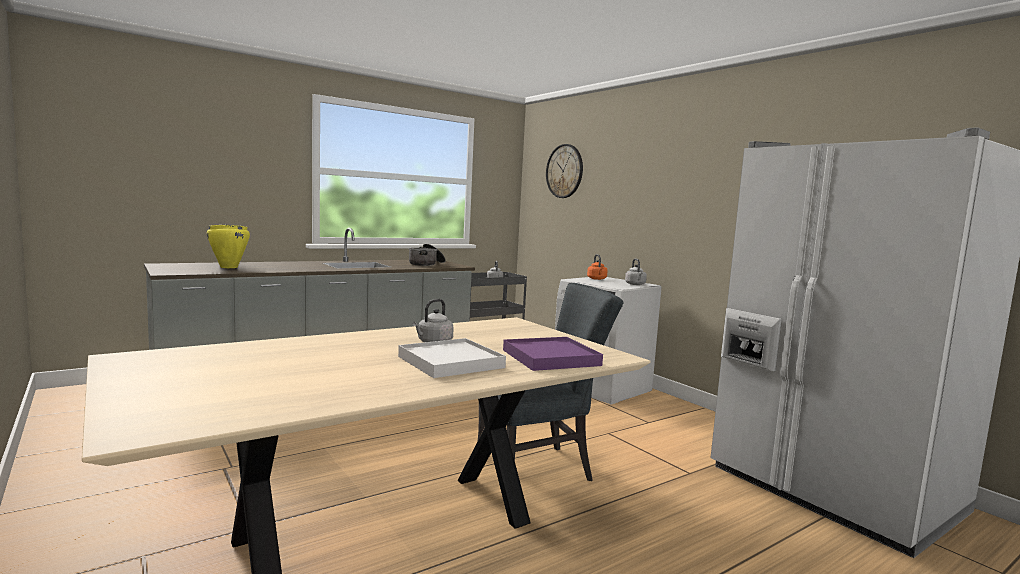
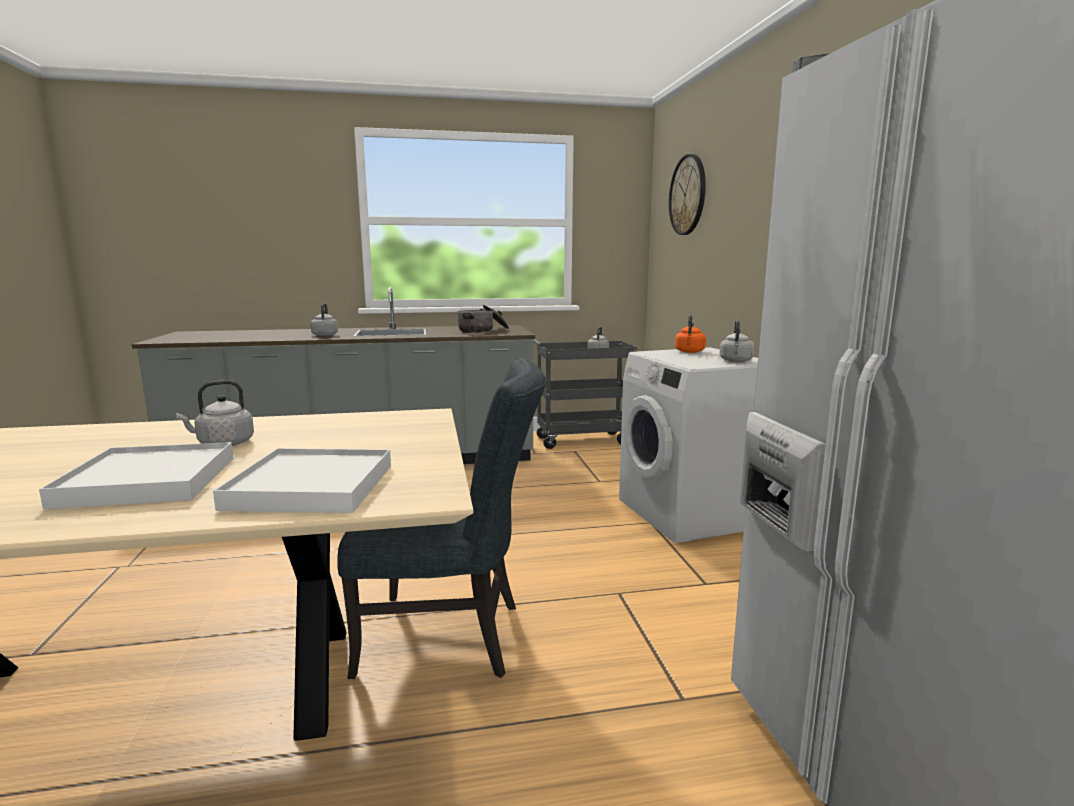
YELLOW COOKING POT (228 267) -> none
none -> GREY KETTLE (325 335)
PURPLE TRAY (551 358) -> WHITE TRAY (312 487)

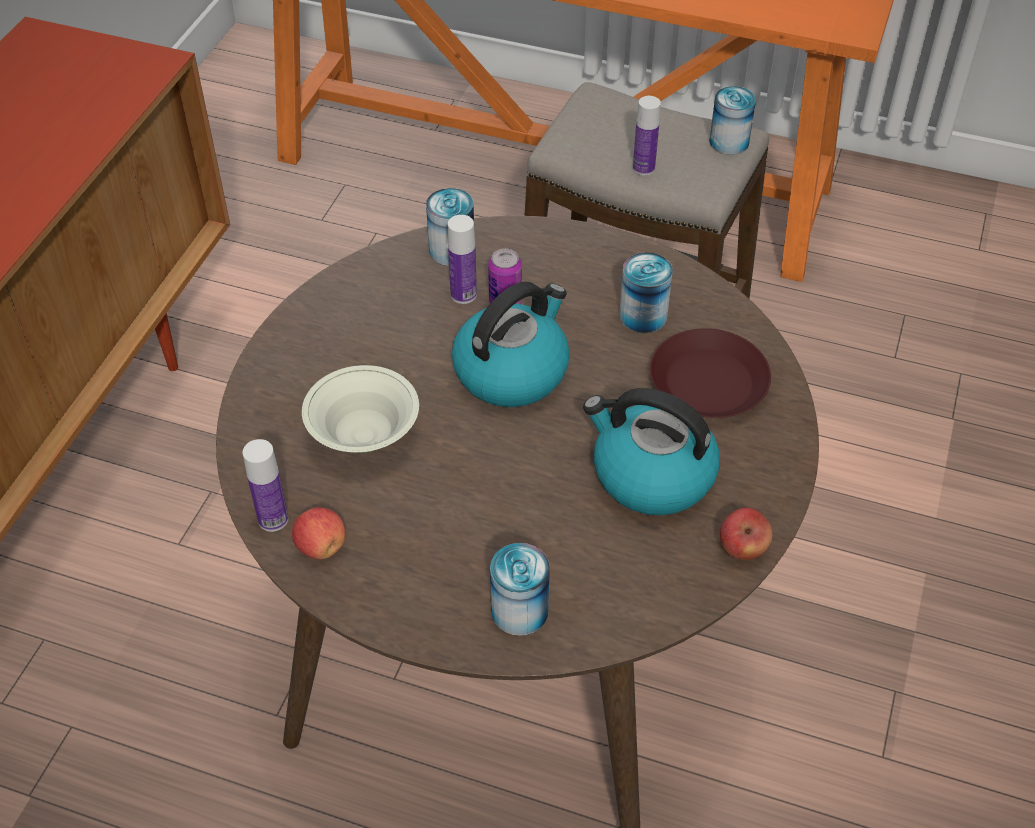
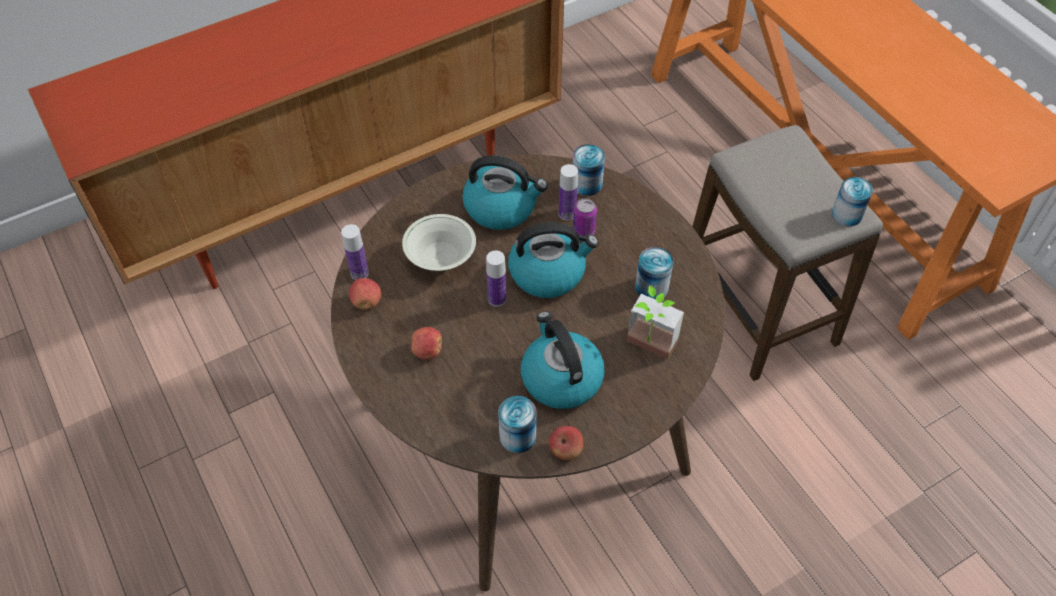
none -> APPLE (428 351)
none -> KETTLE (502 207)
CAN (519 610) -> CAN (517 436), relocated
BOTTLE (643 168) -> BOTTLE (497 299), relocated
BROWN PLATE (709 382) -> POTTED PLANT (647 349)

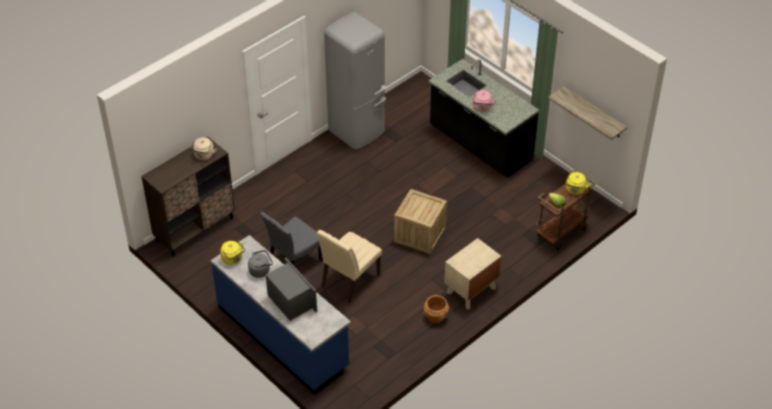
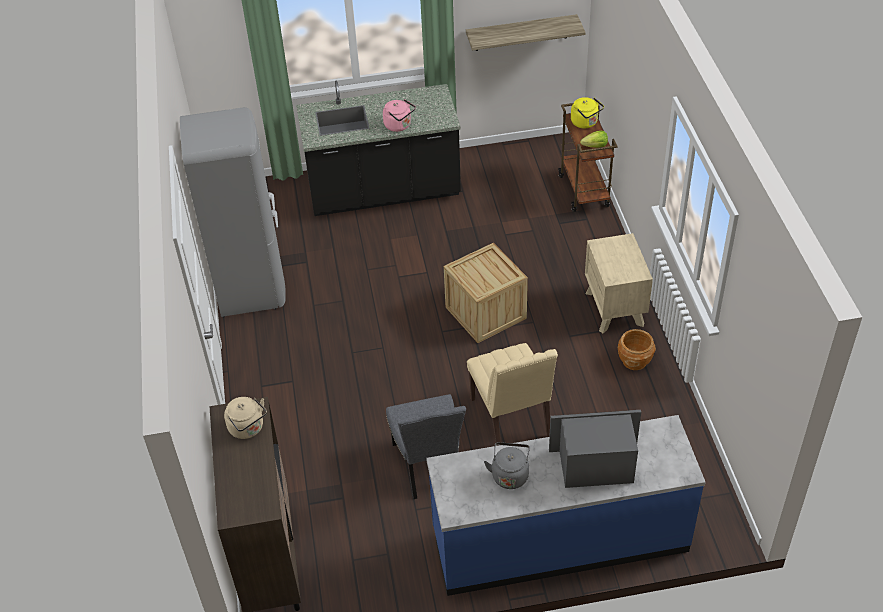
YELLOW KETTLE (233 259) -> none

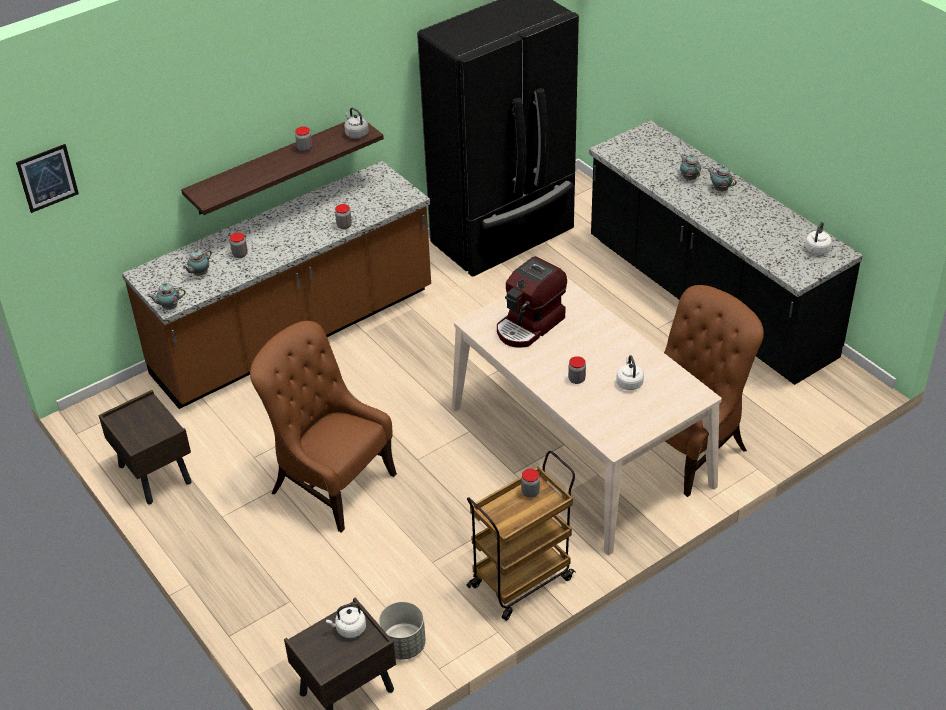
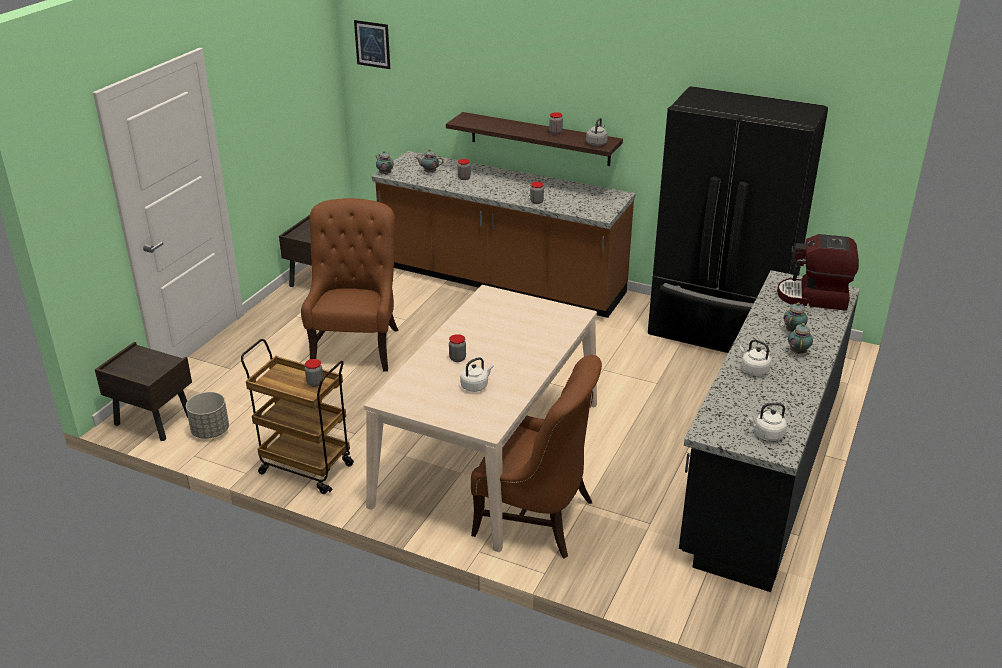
WHITE KETTLE (349 629) -> WHITE KETTLE (753 370), relocated
COFFEE MACHINE (530 325) -> COFFEE MACHINE (814 297), relocated

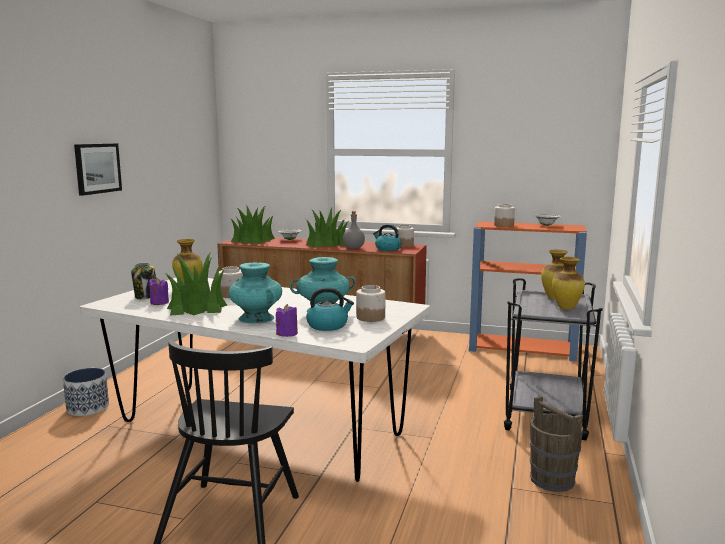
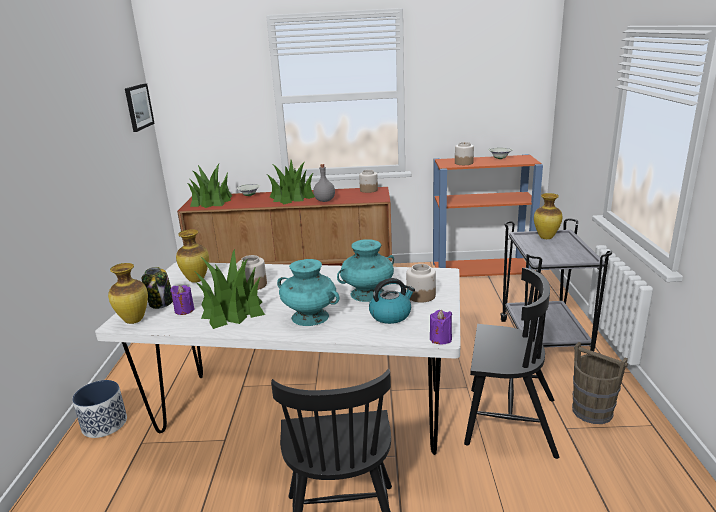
KETTLE (387 249) -> none
none -> BLACK CHAIR (504 420)
PICTURE (97 168) -> PICTURE (138 107), relocated
PURPLE CANDLE (287 333) -> PURPLE CANDLE (440 339), relocated
VASE (567 308) -> VASE (135 320), relocated

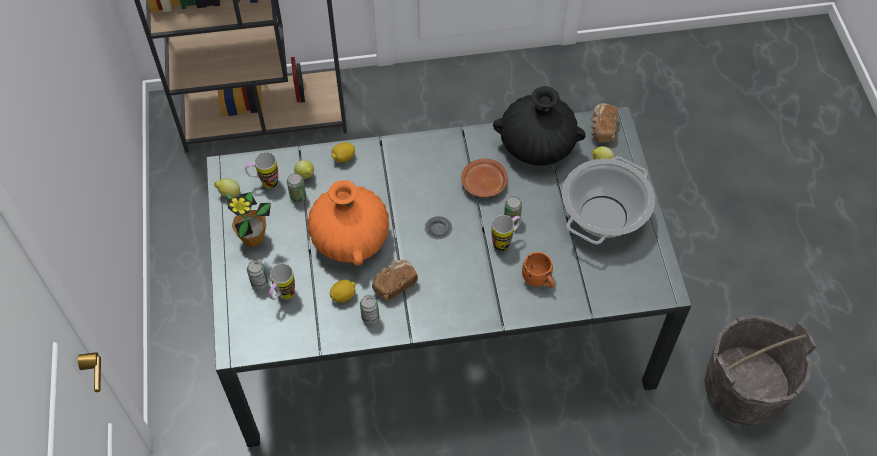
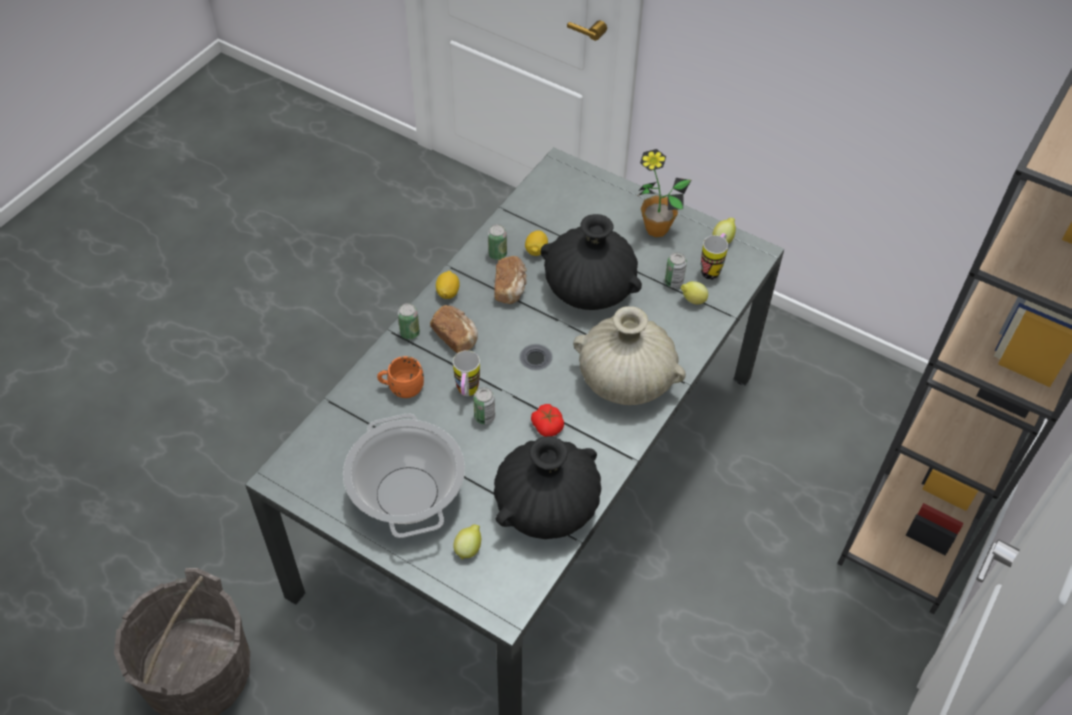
MUG (283 297) -> none
none -> BEIGE VASE (625 380)
CAN (259 282) -> CAN (409 333), relocated
LEMON (343 158) -> LEMON (448 292), relocated
BREAD (602 129) -> BREAD (456 336), relocated
BROWN PLATE (483 183) -> TOMATO (547 425)
ORANGE VASE (350 238) -> BLACK VASE (589 289)

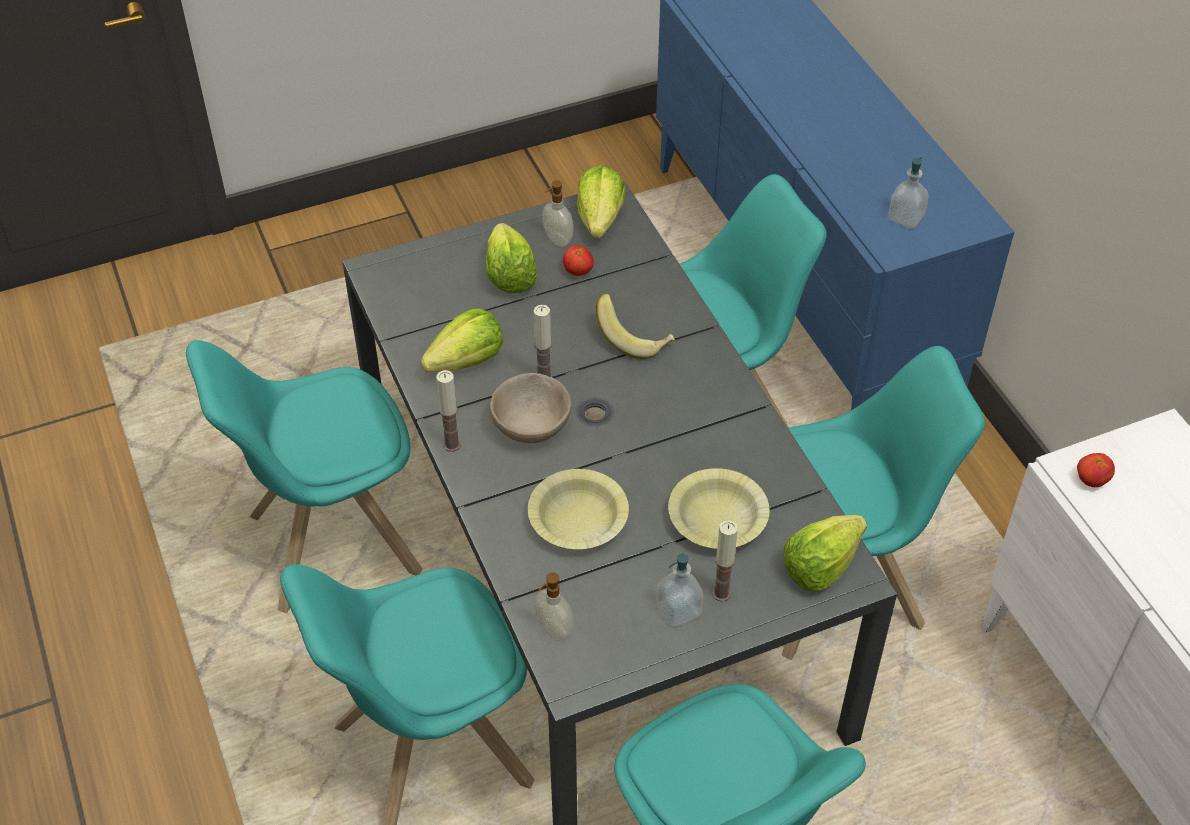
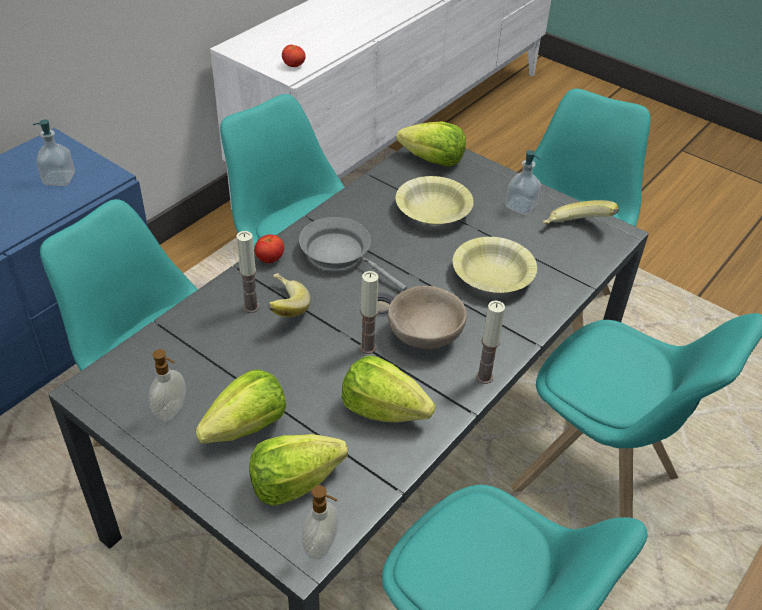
none -> GREY FRYING PAN (341 254)
none -> BANANA (576 229)
SOAP DISPENSER (553 630) -> SOAP DISPENSER (322 546), relocated
TOMATO (578 271) -> TOMATO (270 259), relocated
LETTUCE (600 219) -> LETTUCE (294 482), relocated
CANDLE (721 593) -> CANDLE (251 307), relocated

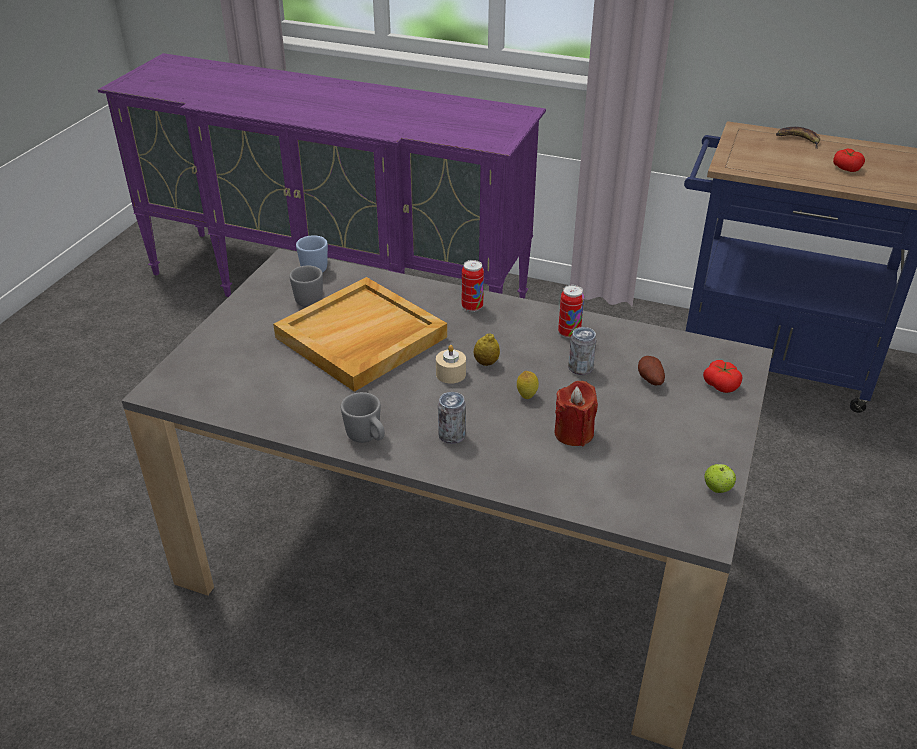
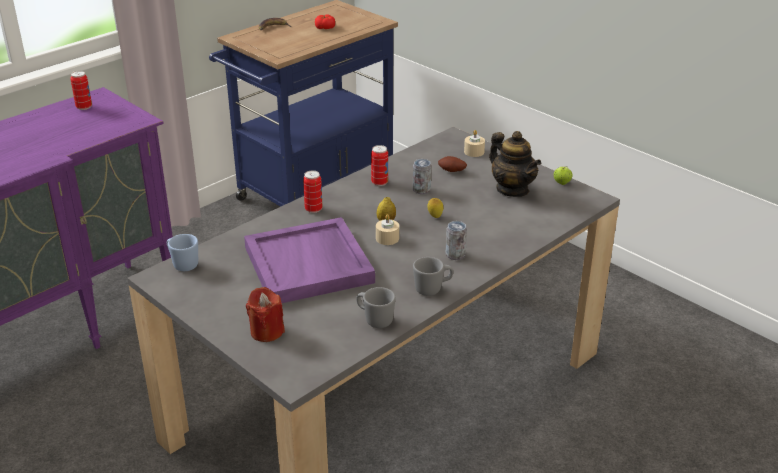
none -> CAN (84 107)
none -> TEAPOT (512 189)
GREY MUG (310 298) -> GREY MUG (374 320), relocated
RED CANDLE (573 433) -> RED CANDLE (267 331), relocated
TOMATO (721 384) -> BEIGE CANDLE (474 152)
BEIGE TRAY (361 338) -> PURPLE TRAY (309 265)

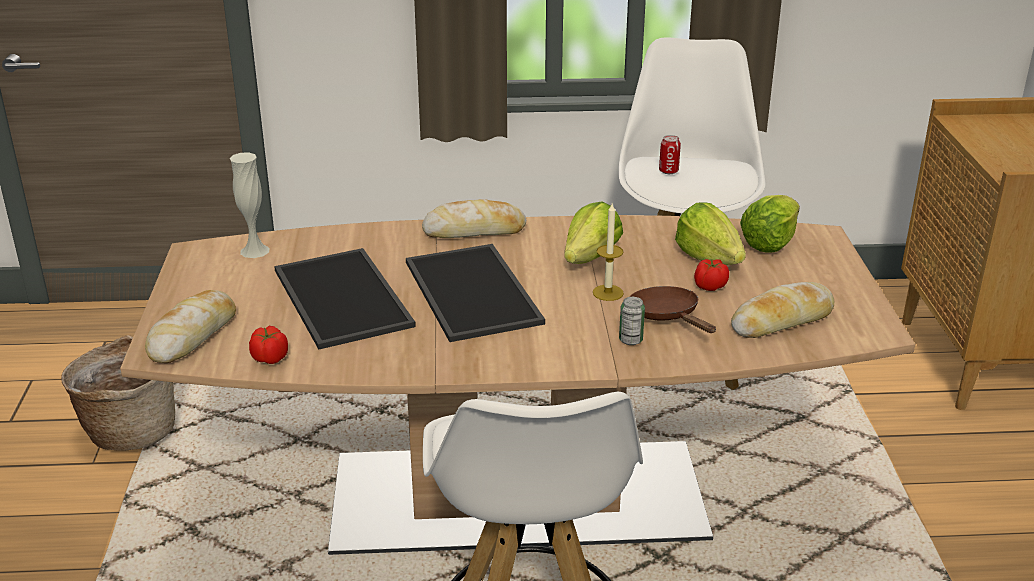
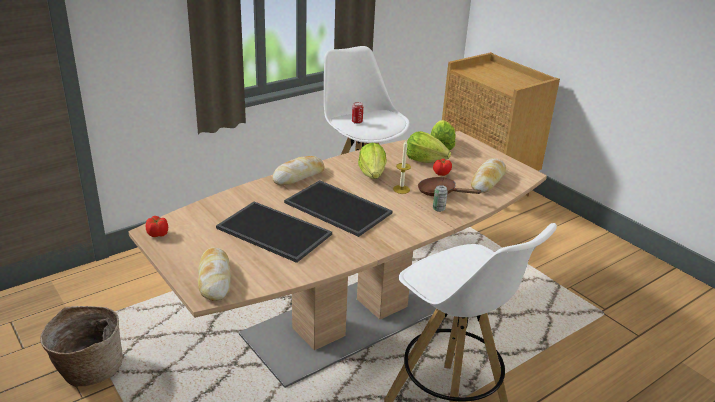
WHITE VASE (254 251) -> none
TOMATO (270 358) -> TOMATO (158 234), relocated

